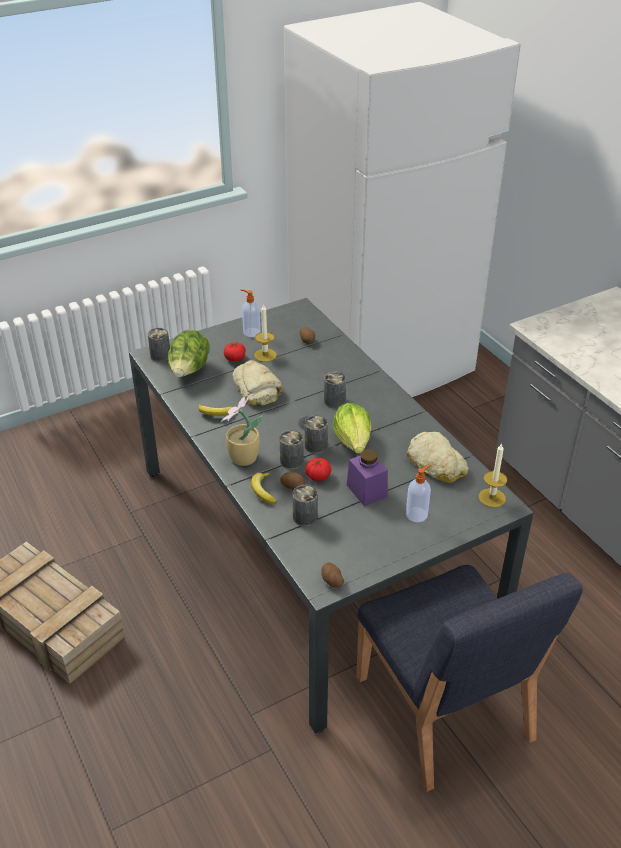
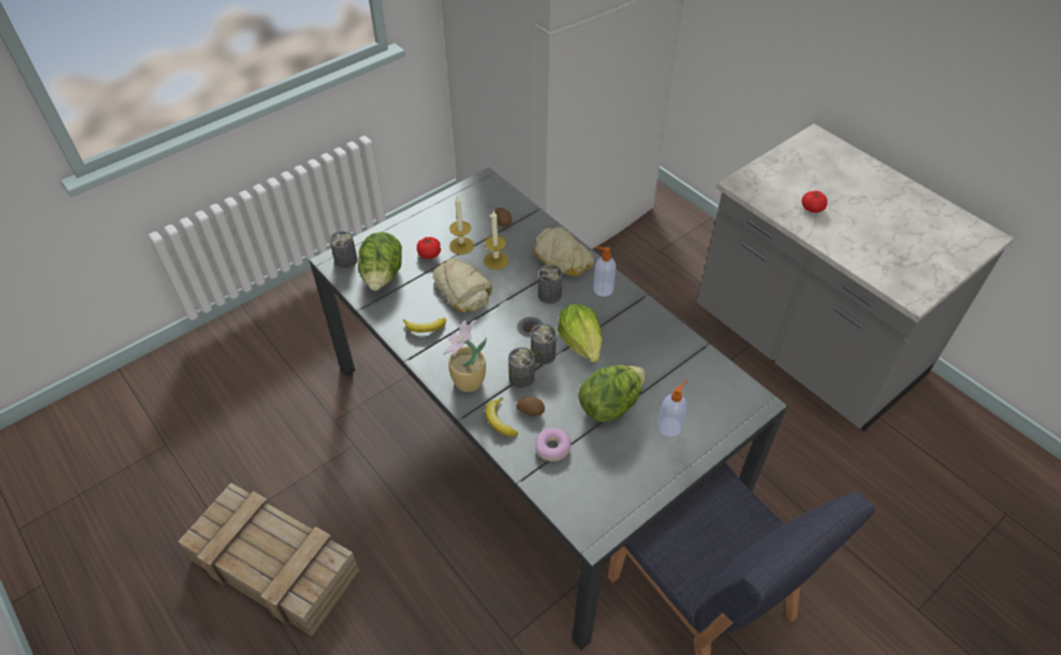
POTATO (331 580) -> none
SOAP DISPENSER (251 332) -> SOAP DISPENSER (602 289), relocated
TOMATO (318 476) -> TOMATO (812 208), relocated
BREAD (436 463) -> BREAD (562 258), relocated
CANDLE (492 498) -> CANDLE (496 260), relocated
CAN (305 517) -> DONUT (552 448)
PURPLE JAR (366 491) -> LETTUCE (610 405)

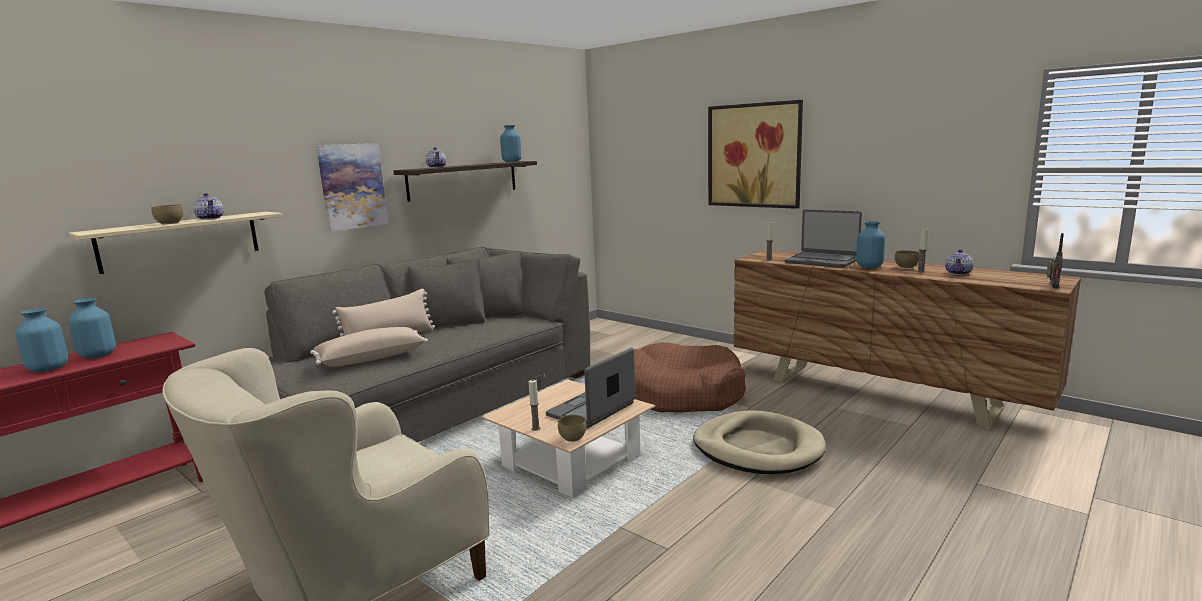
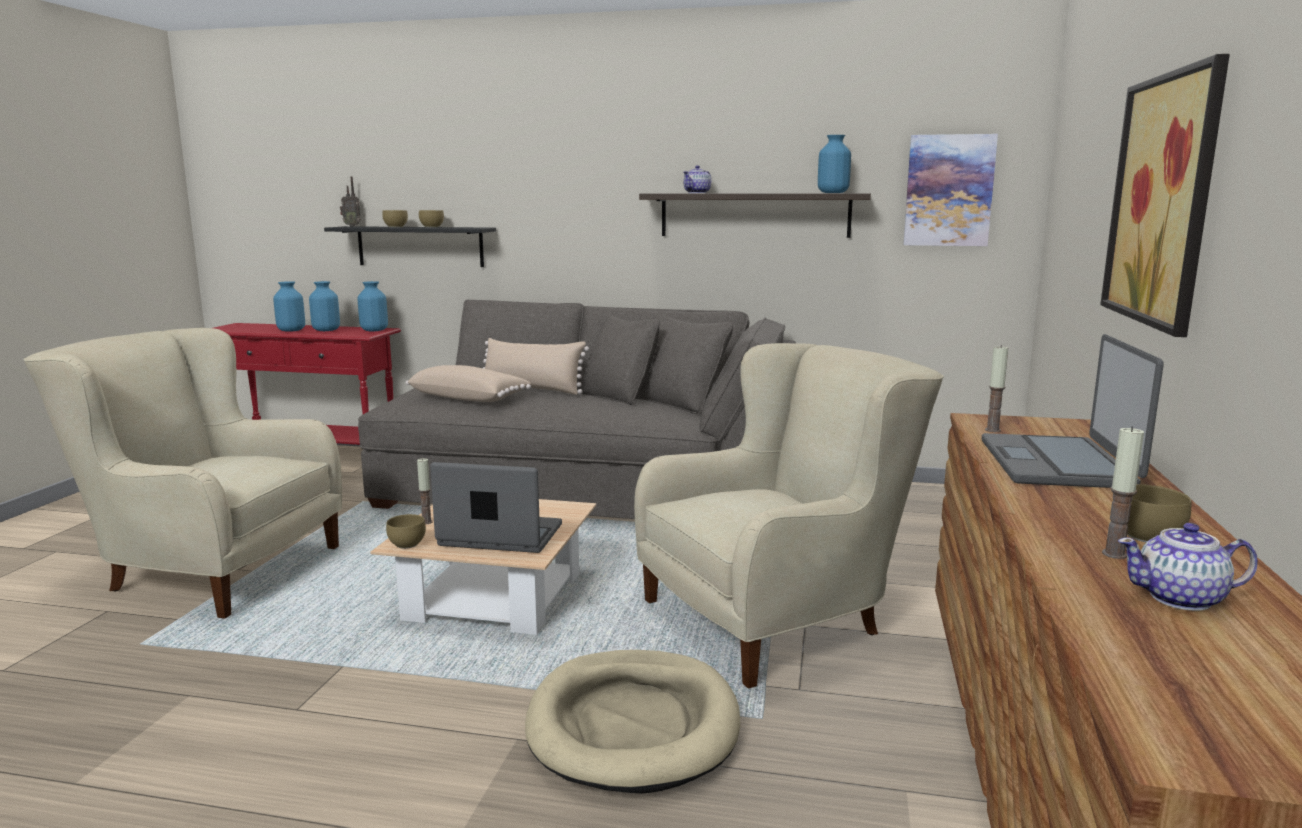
PICTURE (352 186) -> PICTURE (948 190), relocated
BLUE VASE (869 267) -> BLUE VASE (374 330), relocated
RADIO (1051 287) -> RADIO (352 226), relocated
TEAPOT (210 218) -> BROWN BOWL (433 227)
BROWN DOG BED (680 394) -> BEIGE ARMCHAIR (780 617)
BEIGE SHELF (180 241) -> BLACK SHELF (420 246)

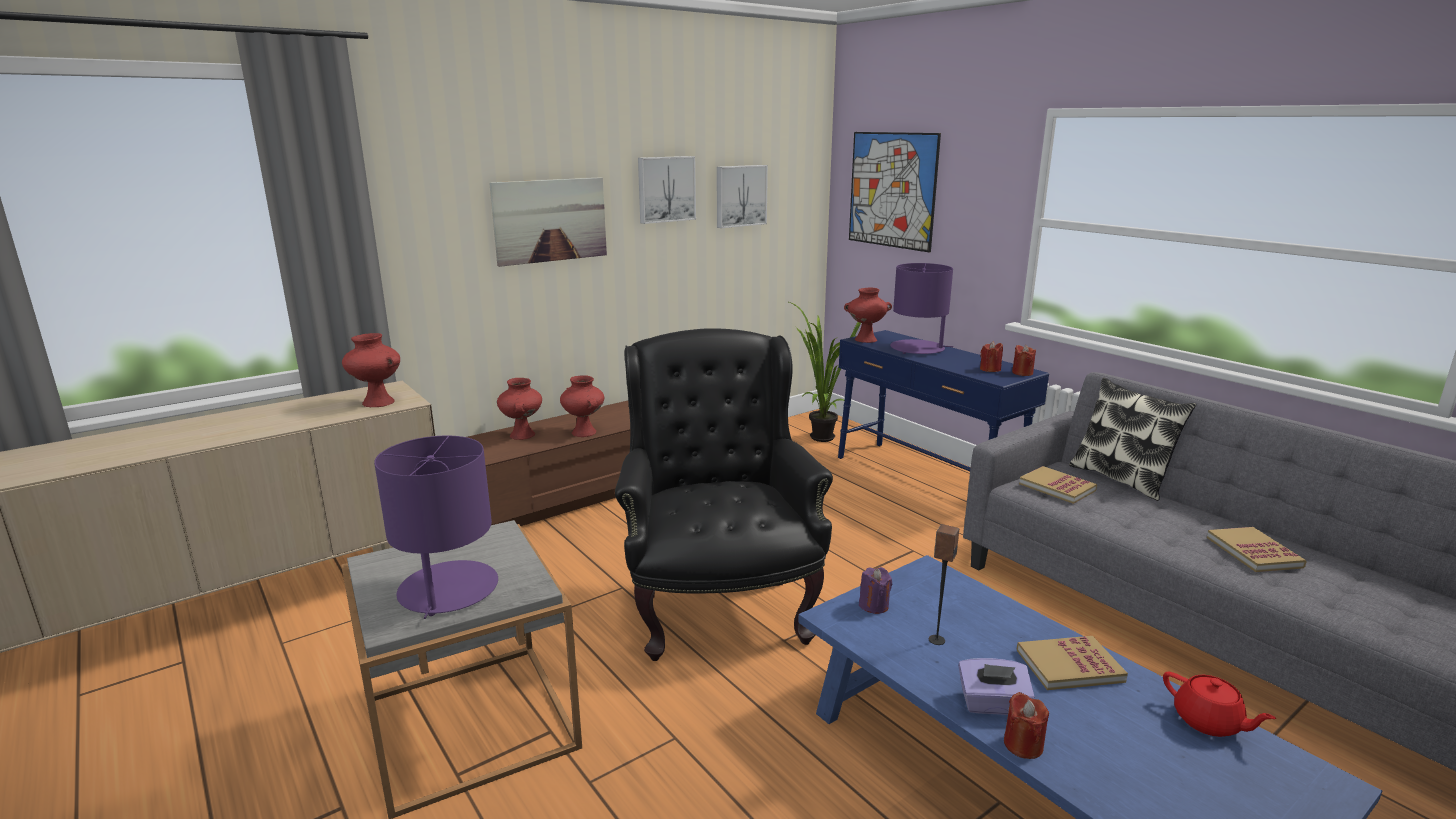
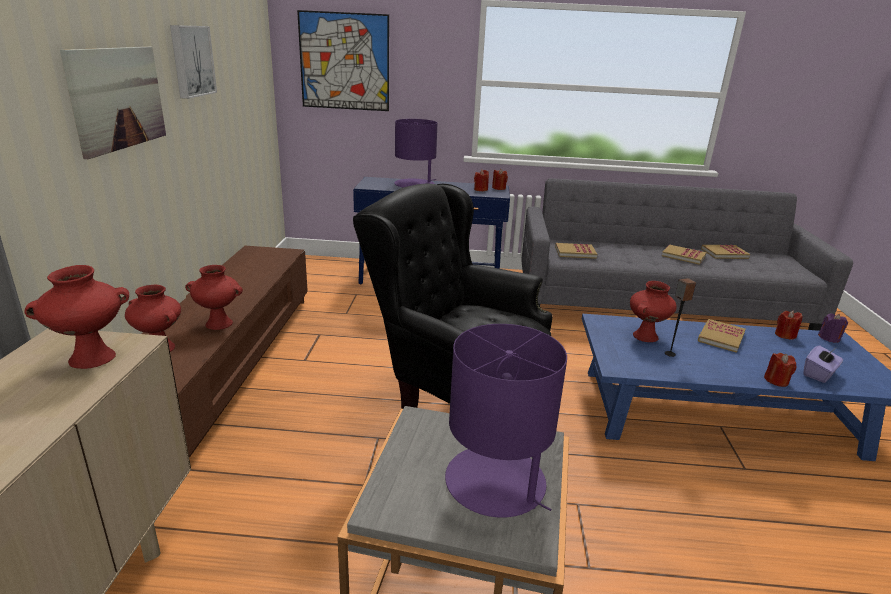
PICTURE (740 196) -> none
POTTED PLANT (818 436) -> none
PILLOW (1121 479) -> none
none -> BOOK (724 253)
RED VASE (865 340) -> RED VASE (645 337), relocated
PURPLE CANDLE (874 605) -> PURPLE CANDLE (829 338), relocated
PURPLE TISSUE BOX (992 704) -> PURPLE TISSUE BOX (819 374), relocated
RED TEAPOT (1208 722) -> RED CANDLE (785 335)

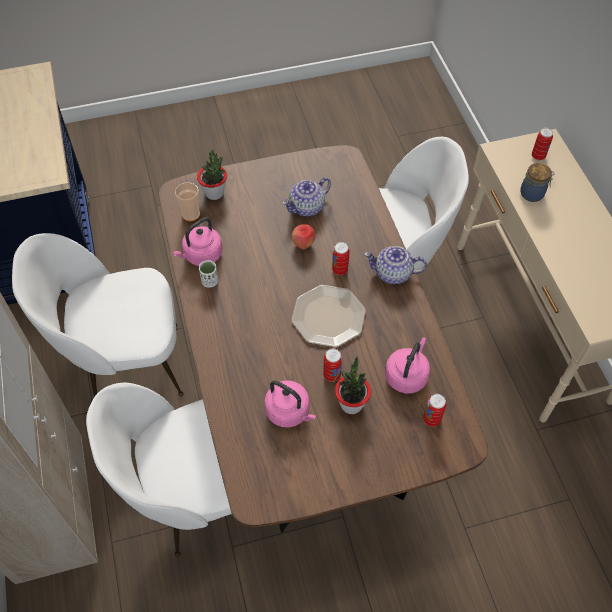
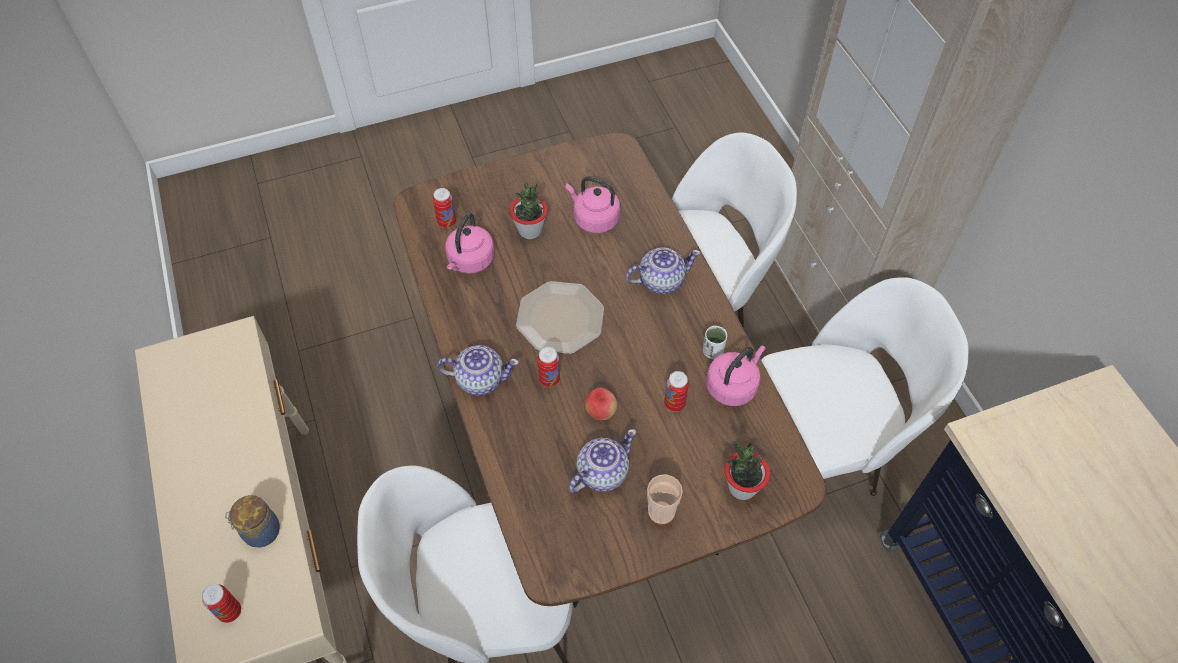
none -> TEAPOT (660 281)
CUP (191 214) -> CUP (661 512), relocated
CAN (332 375) -> CAN (674 403), relocated

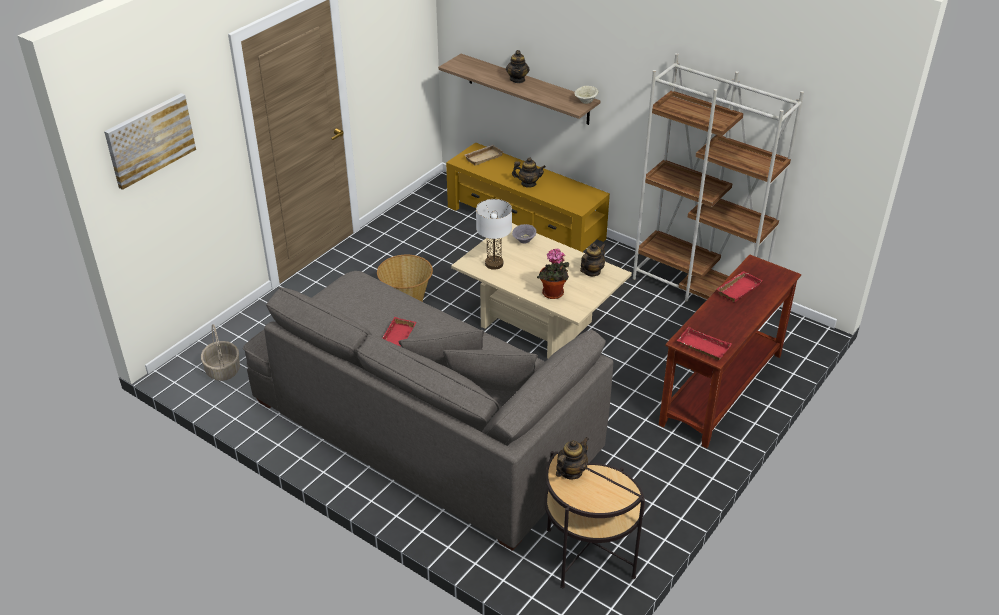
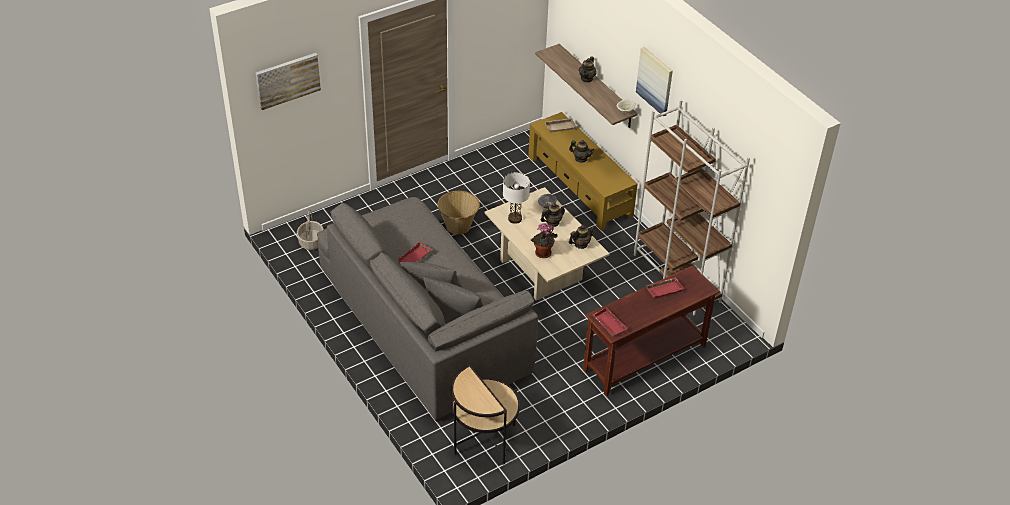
none -> PICTURE (655 81)
TEAPOT (571 472) -> TEAPOT (552 222), relocated

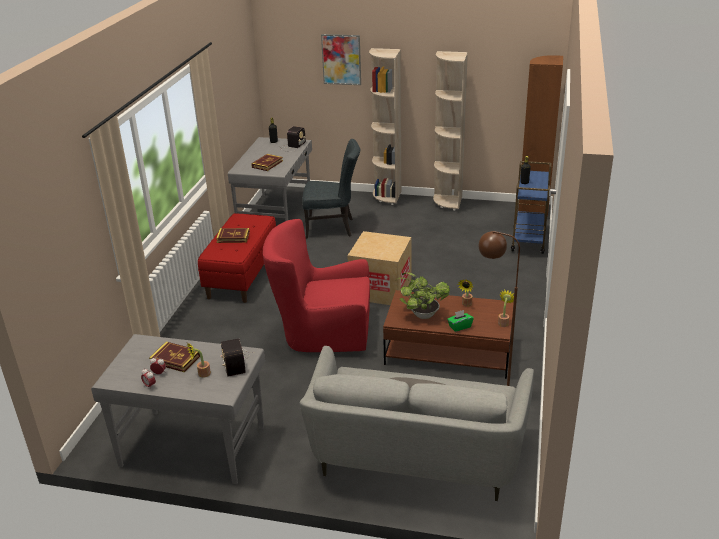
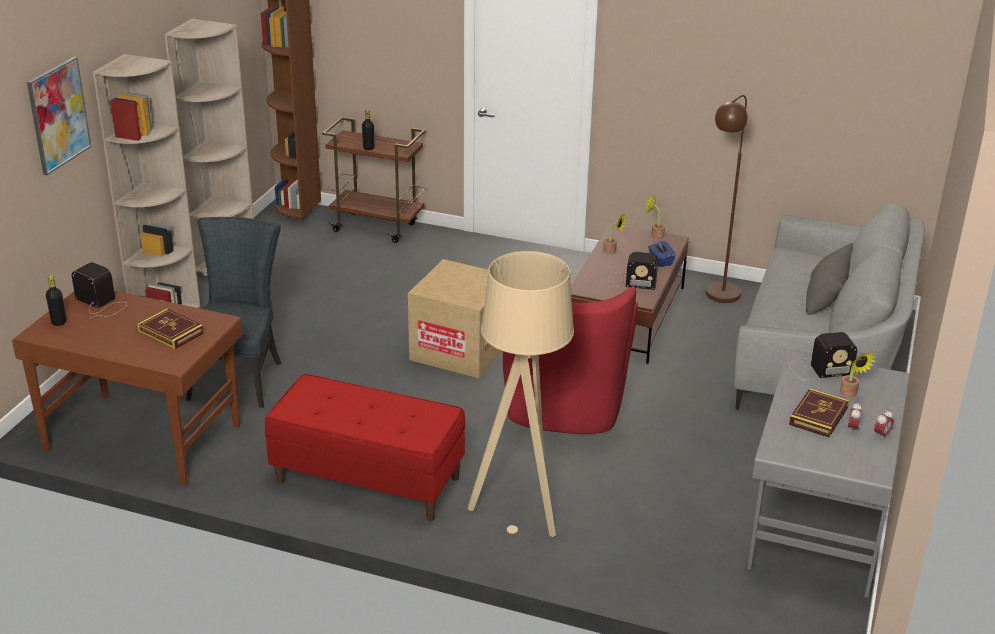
BOOK (233 237) -> none
none -> BEIGE FLOOR LAMP (521 507)
POTTED PLANT (421 314) -> RADIO (630 281)
GREY DESK (276 214) -> BROWN DESK (143 436)
GREEN TISSUE BOX (459 326) -> BLUE TISSUE BOX (660 261)
BLUE CART (528 242) -> BROWN CART (377 228)

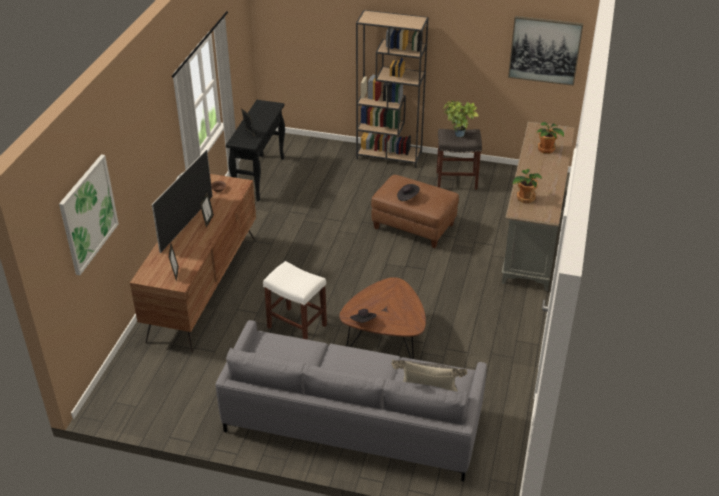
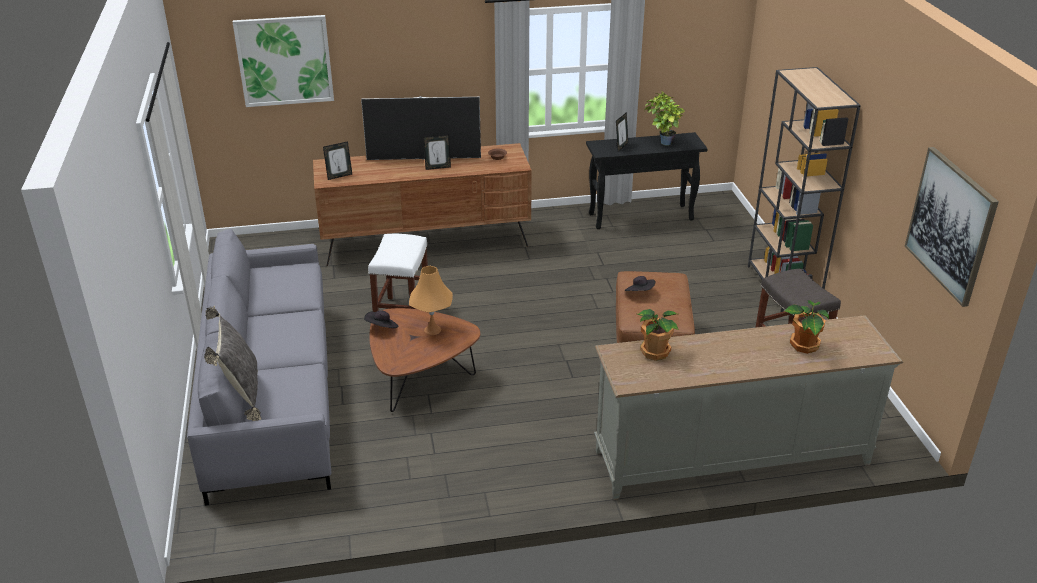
none -> ORANGE TABLE LAMP (432 330)
POTTED PLANT (457 136) -> POTTED PLANT (662 143), relocated

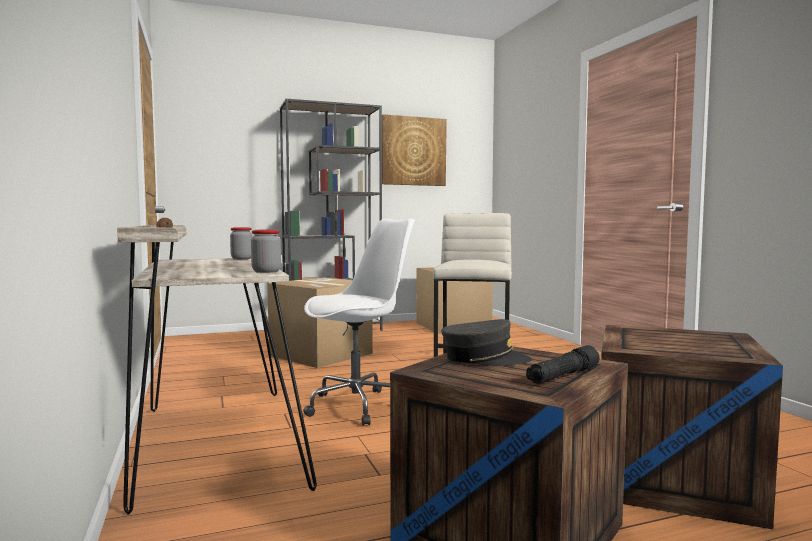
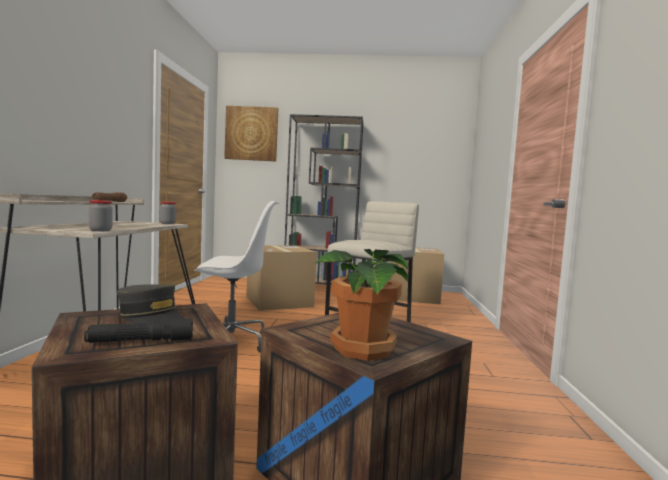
none -> POTTED PLANT (361 350)
PICTURE (413 151) -> PICTURE (251 133), relocated

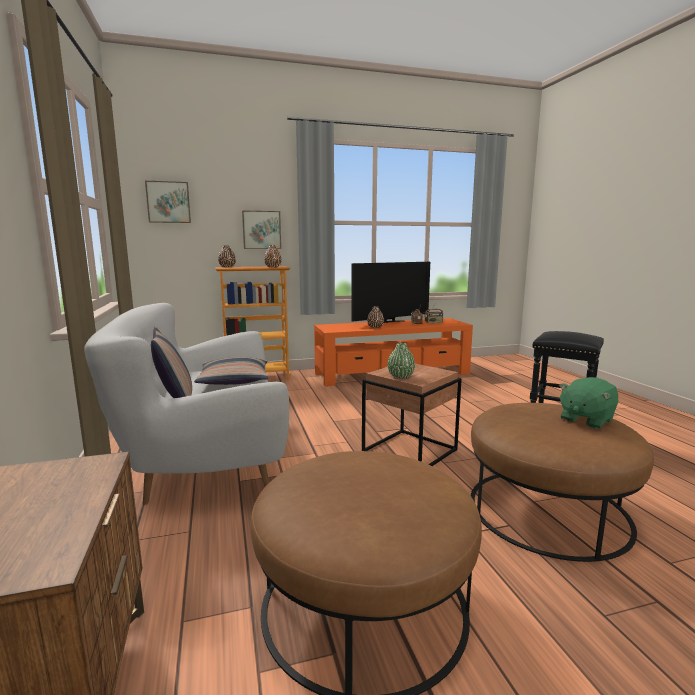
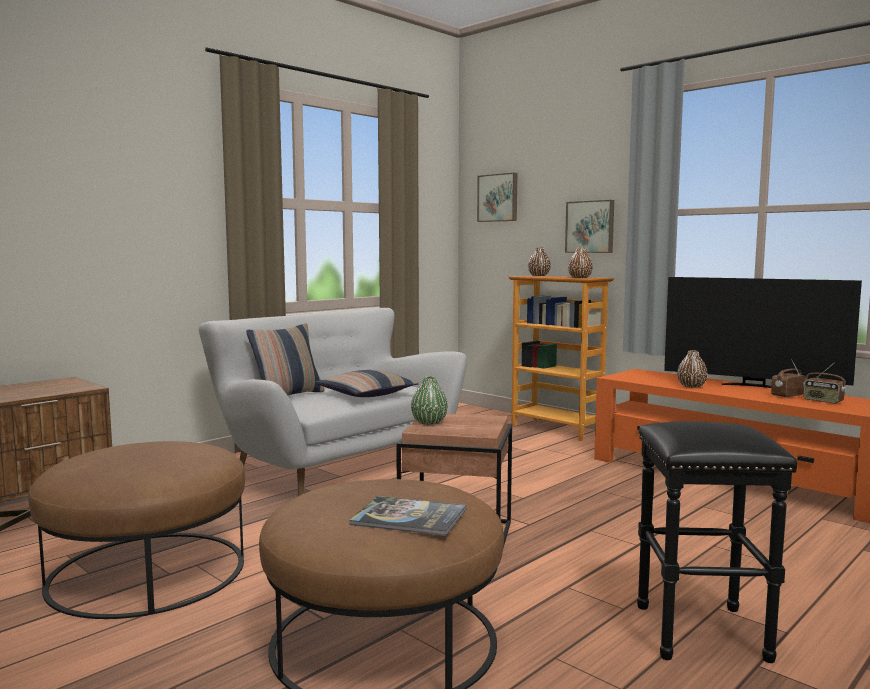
GREEN PLUSH TOY (585 420) -> BOOK (409 517)

